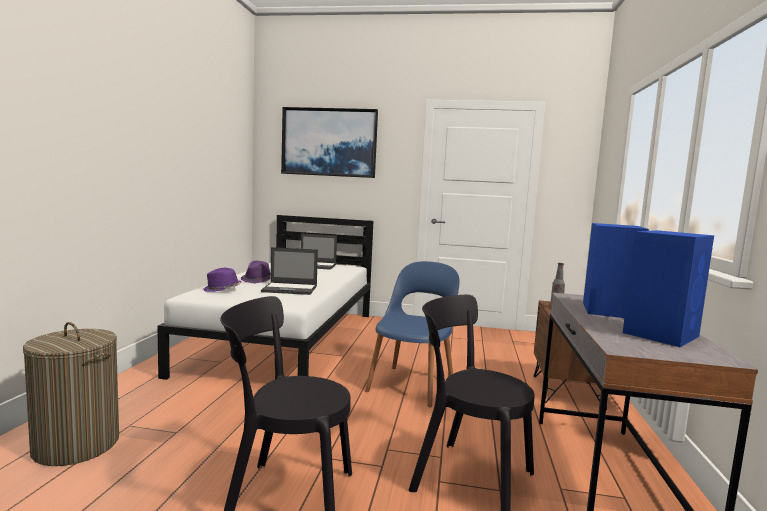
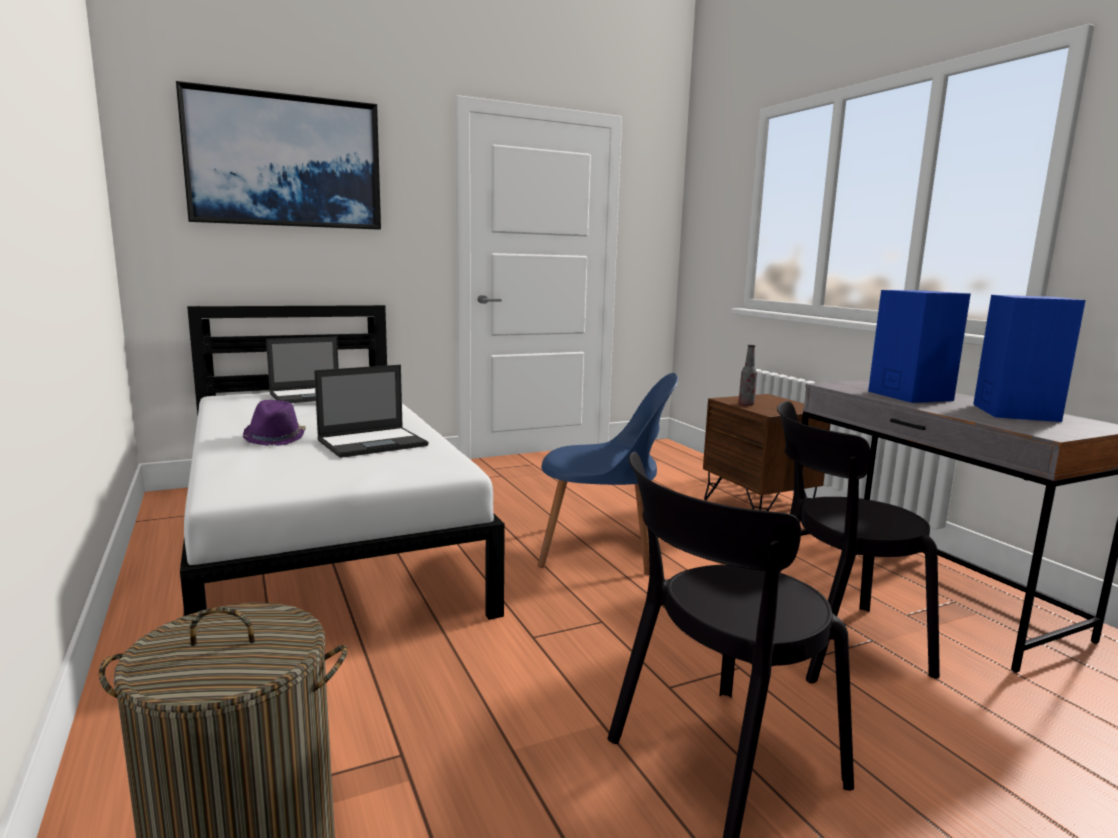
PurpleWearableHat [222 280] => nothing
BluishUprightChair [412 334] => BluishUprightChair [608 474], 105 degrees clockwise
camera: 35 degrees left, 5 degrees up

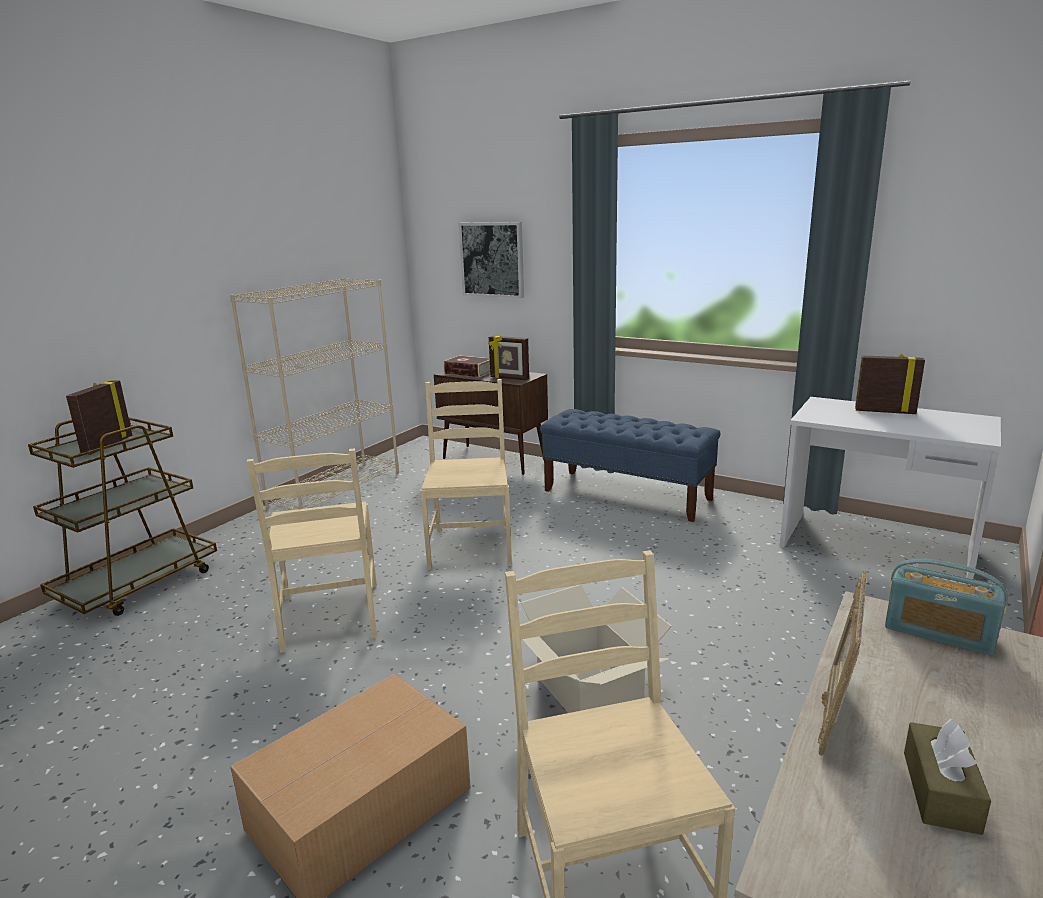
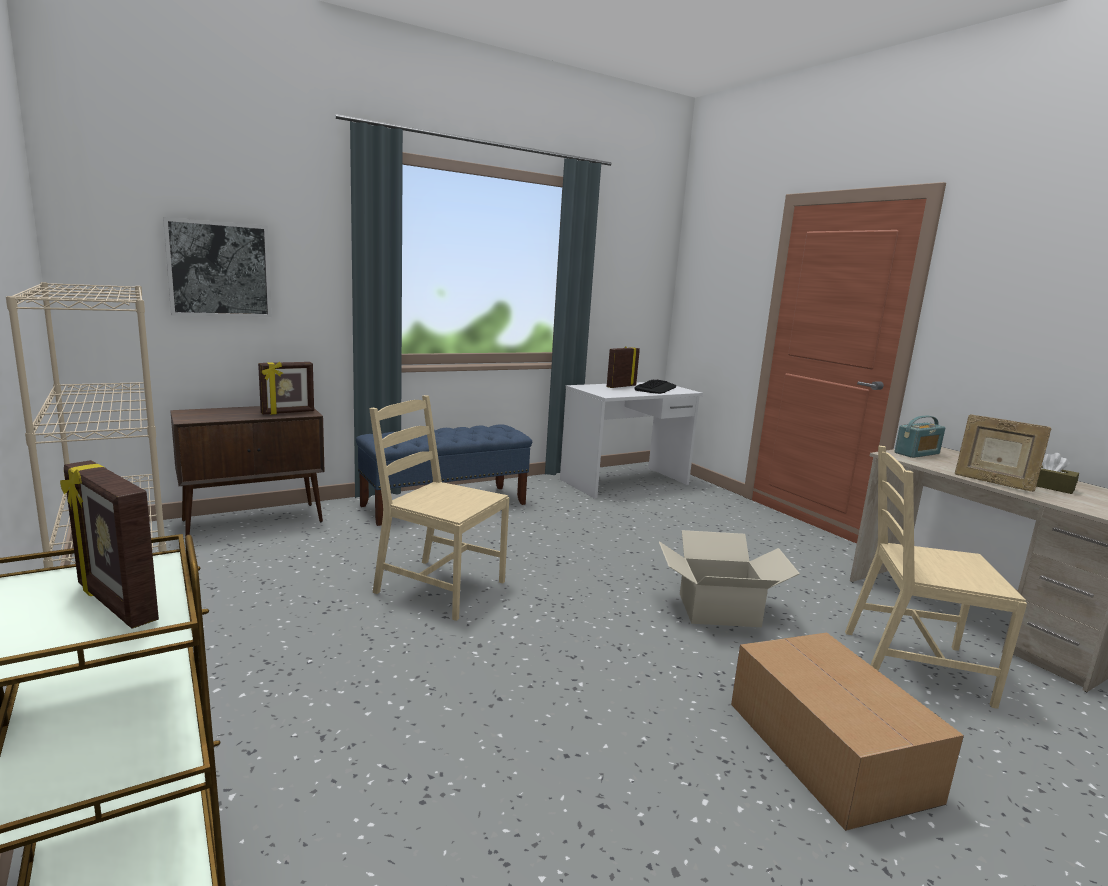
SandColouredUprightChair [312 550] => nothing
Book [467 366] => nothing
nothing => ComputerKeyboard [655 387]
camera: 65 degrees left, 5 degrees down

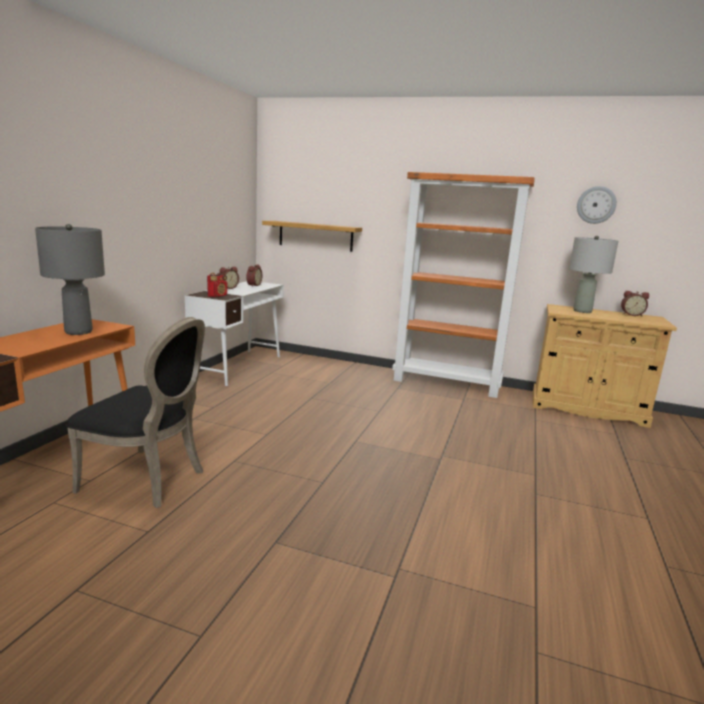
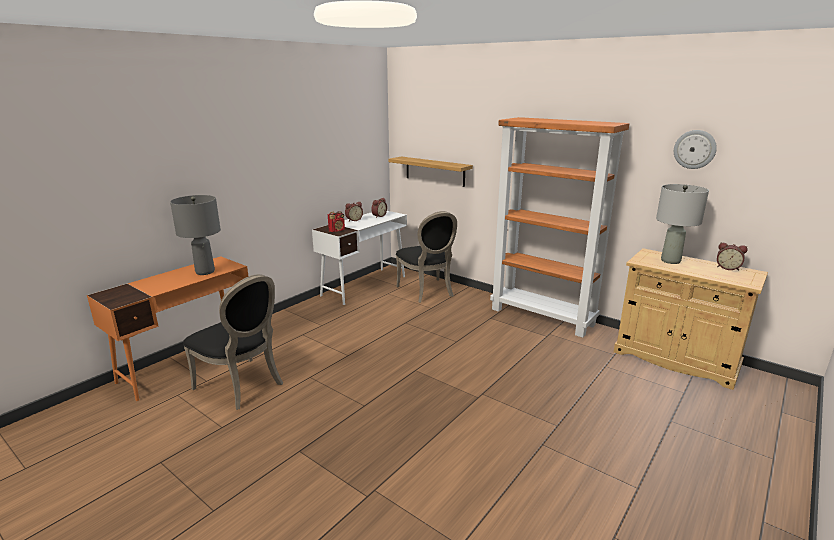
nothing => BlackColouredUprightChair [426 257]
camera: 20 degrees right, 5 degrees up

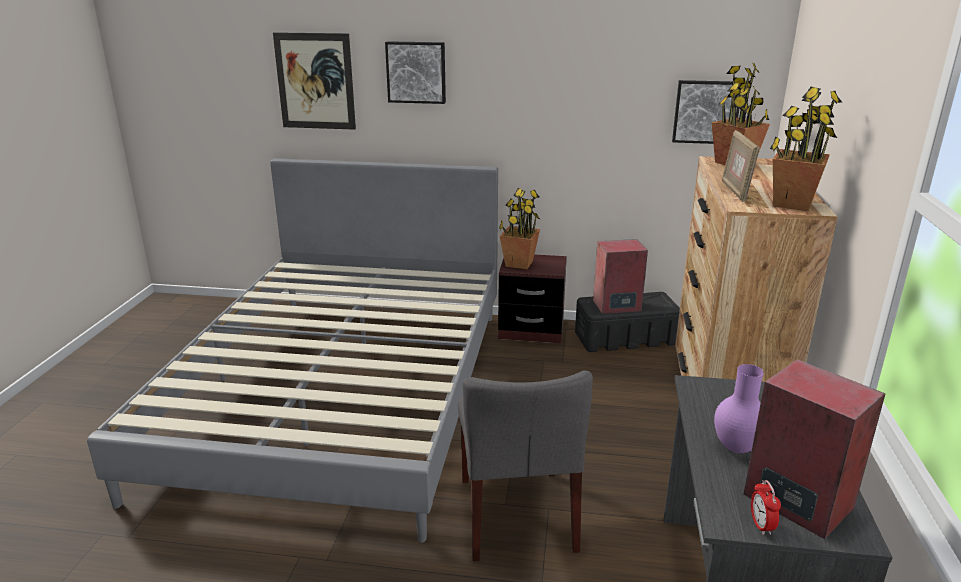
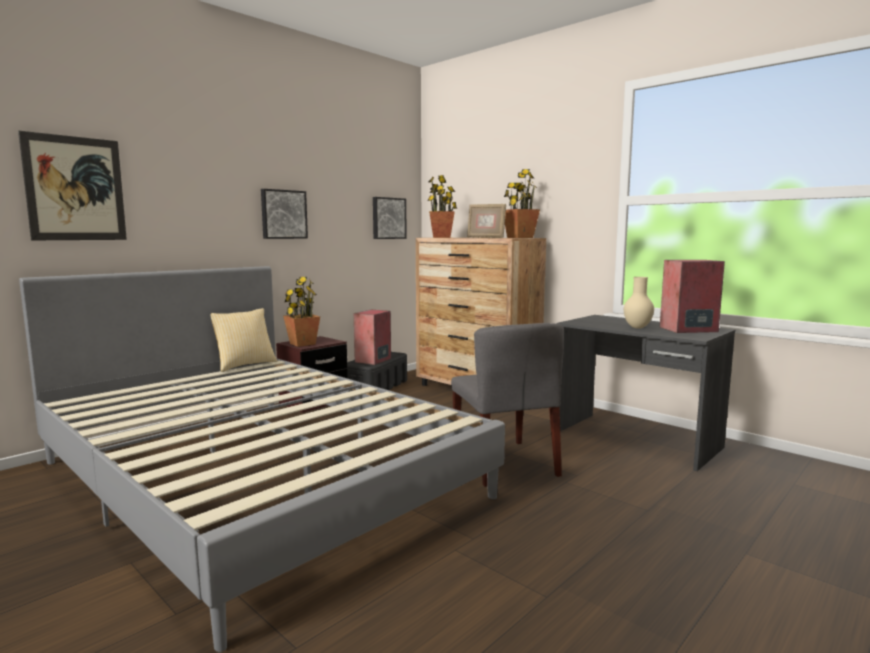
Picture [415 72] => Picture [284 214], shifted
GreyUprightChair [525 465] => GreyUprightChair [507 405], 45 degrees clockwise
PurpleVase [739 408] => SandColouredVase [639 302]
AlarmClock [766 507] => nothing
nothing => Pillow [244 340]
camera: 55 degrees left, 15 degrees down

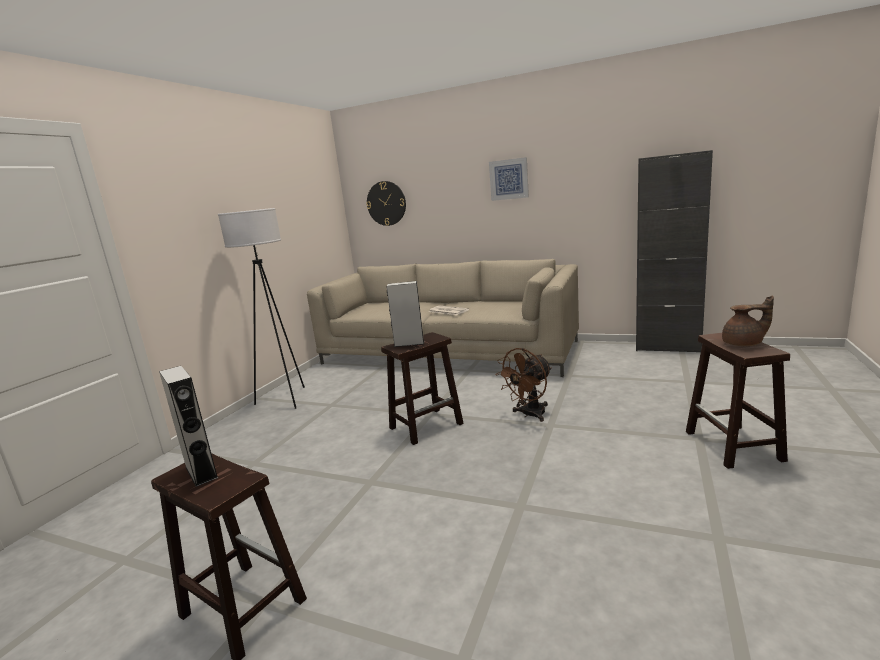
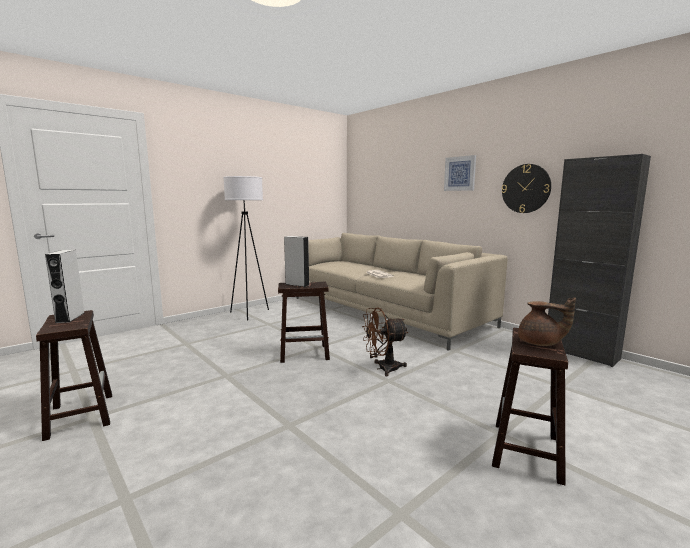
WallClock [386 203] => WallClock [526 188], shifted
camera: 25 degrees right, 5 degrees down

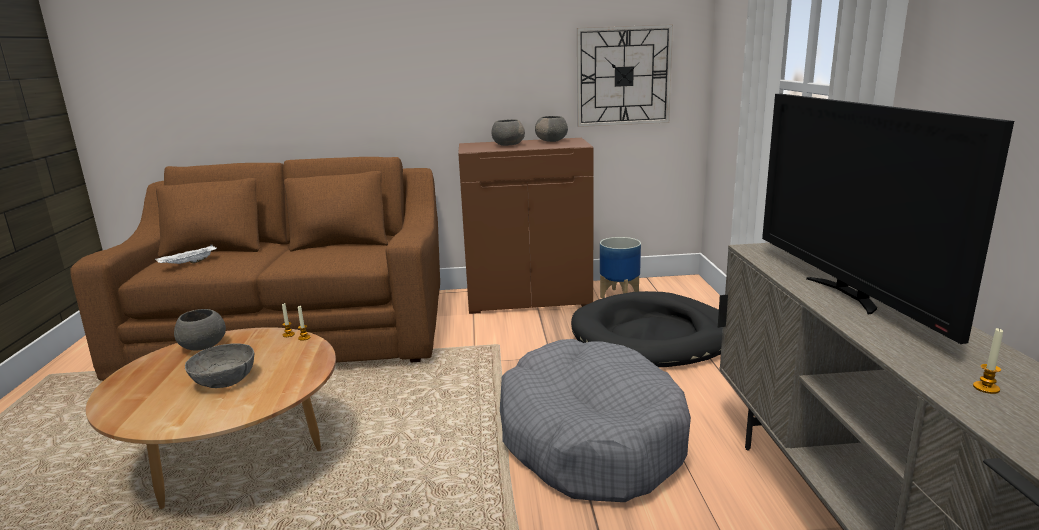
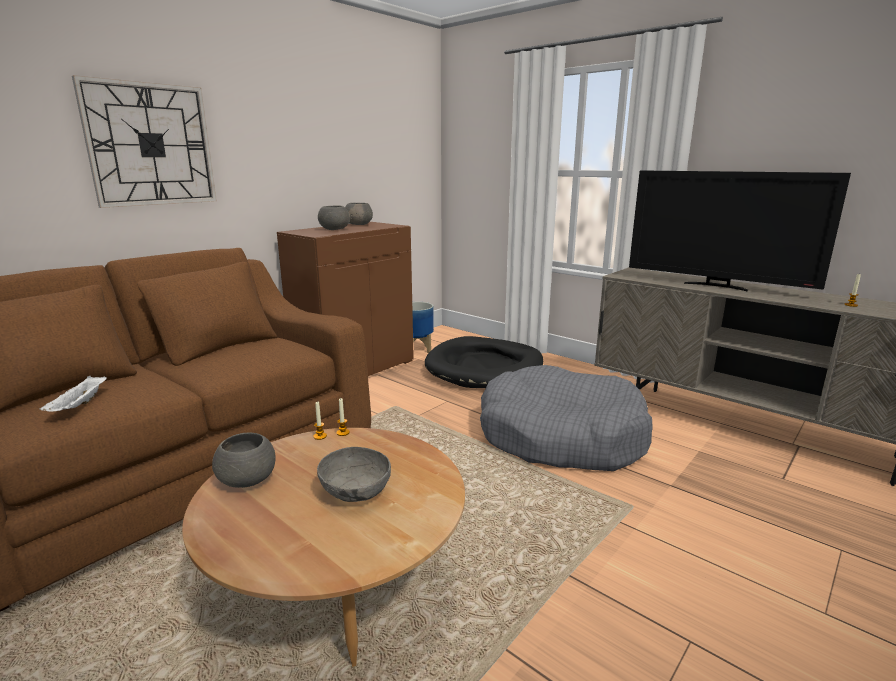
WallClock [625 75] => WallClock [144 141], shifted
camera: 45 degrees left, 0 degrees up

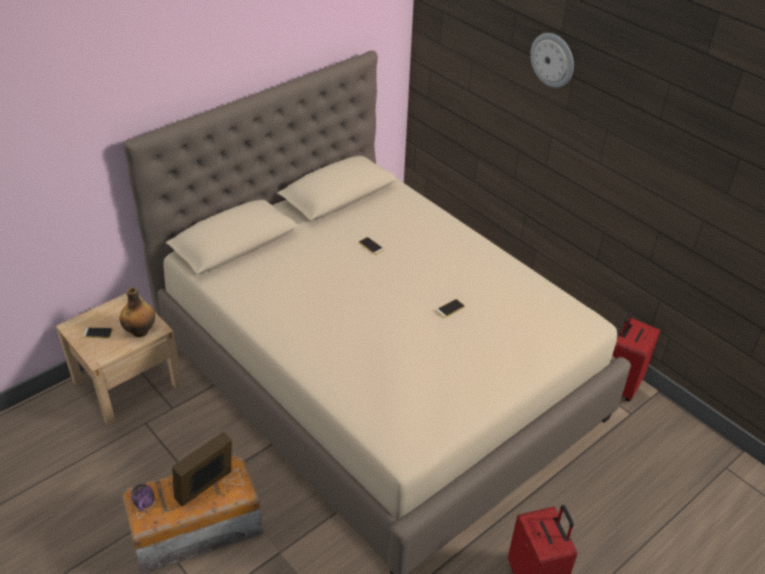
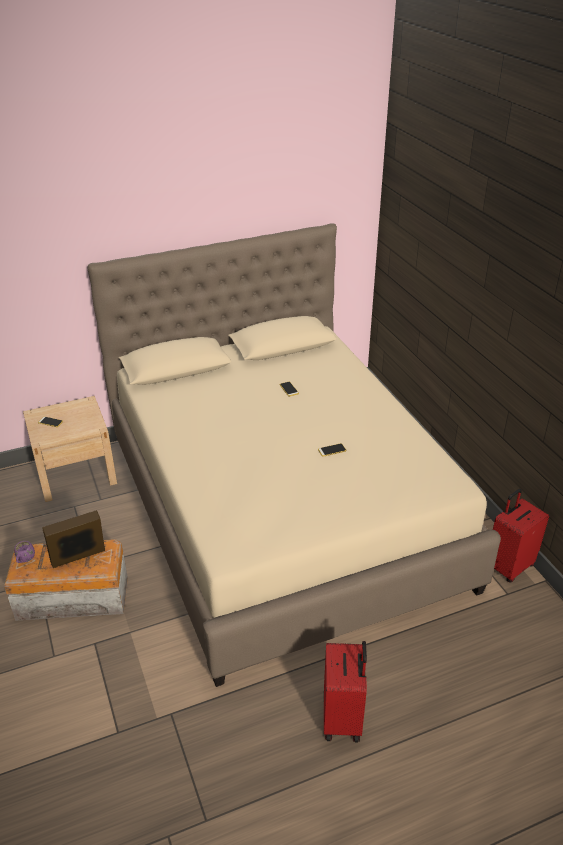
Bottle [137 312] => nothing
WallClock [552 60] => nothing
camera: 20 degrees right, 5 degrees down

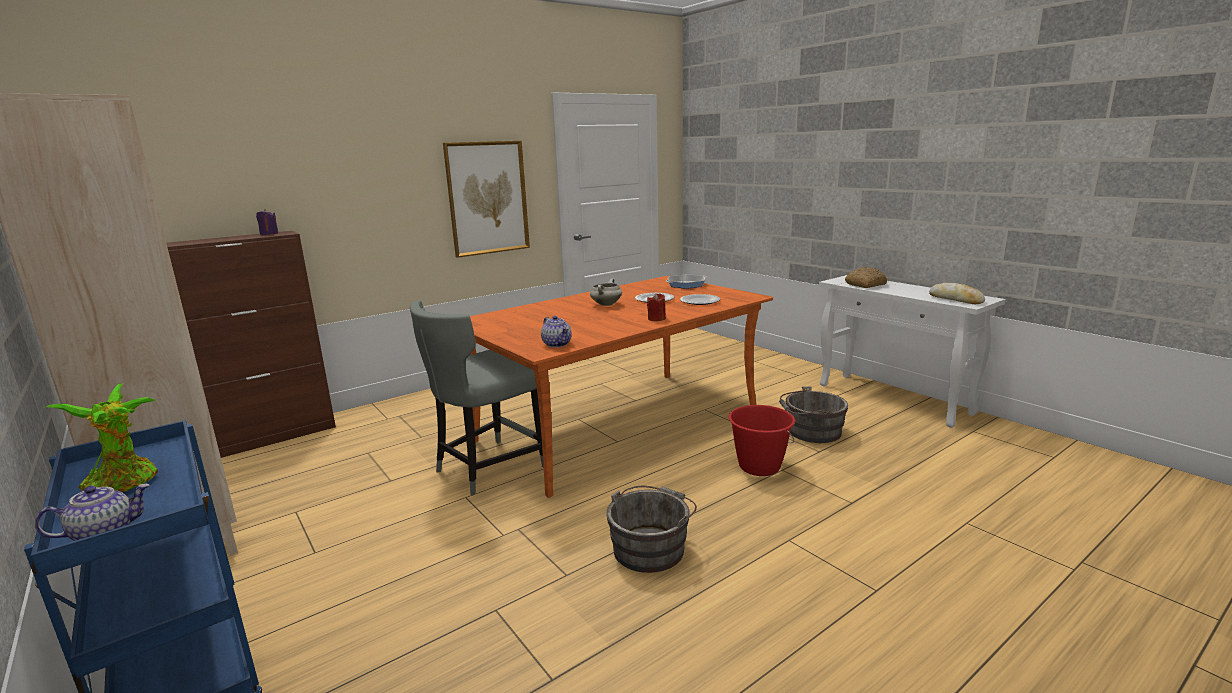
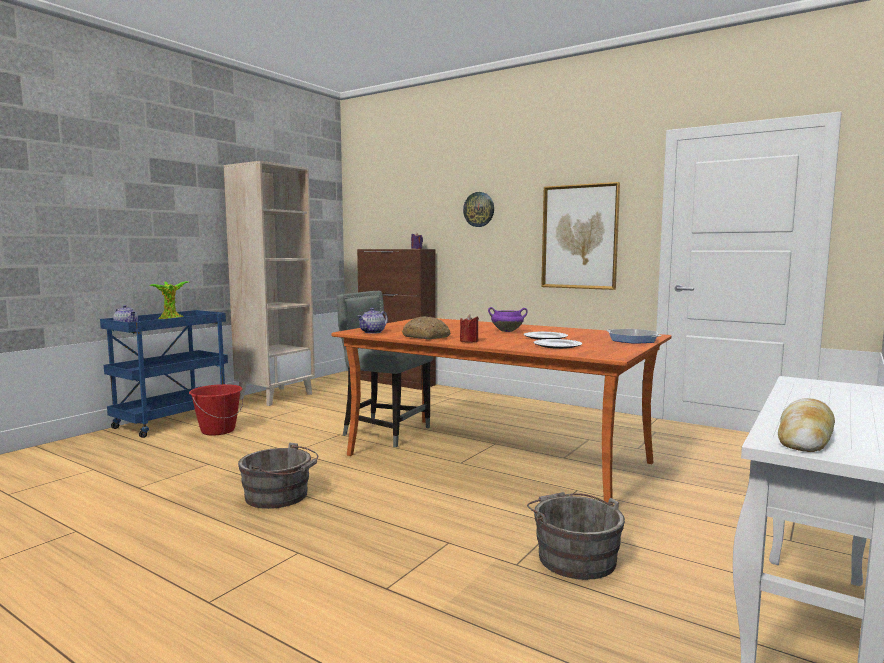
WhiteSaucepot [606 292] => PurpleSaucepot [508 319]
ReddishPail [761 440] => ReddishPail [216 410], shifted
BakedBread [866 277] => BakedBread [426 328], shifted
nothing => WallClock [478 209]
camera: 70 degrees right, 10 degrees down

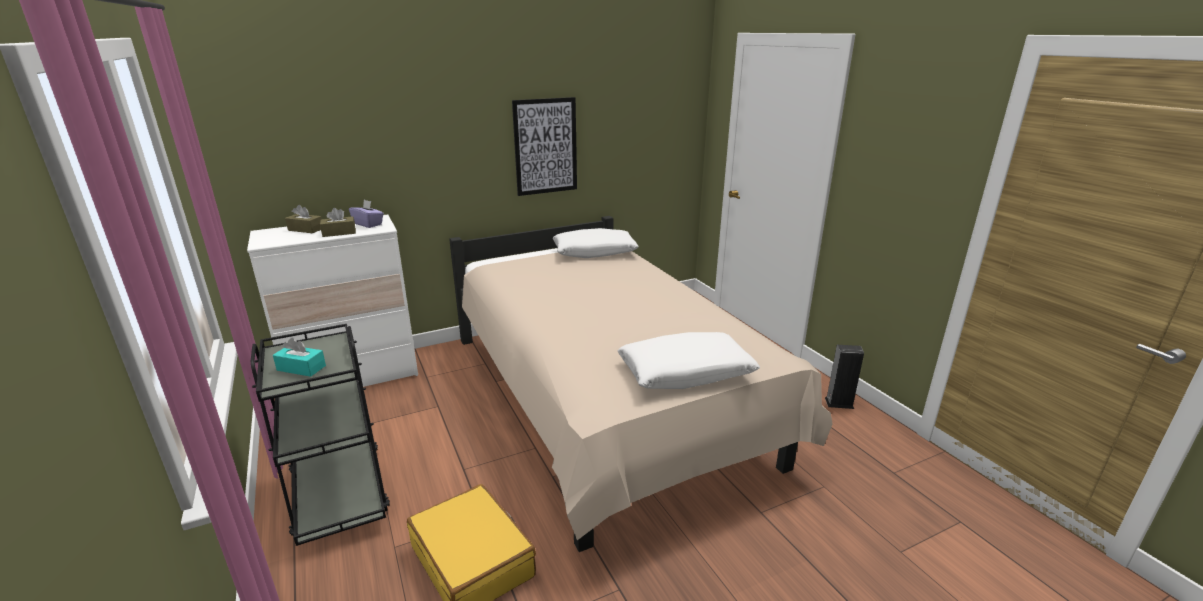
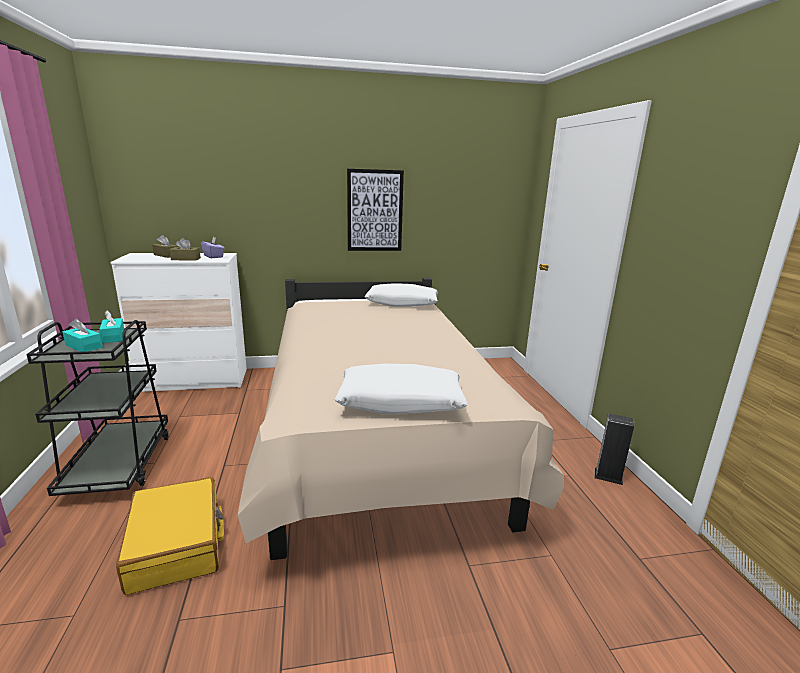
nothing => TurquoiseTissueBox [111 326]
camera: 15 degrees right, 5 degrees down

